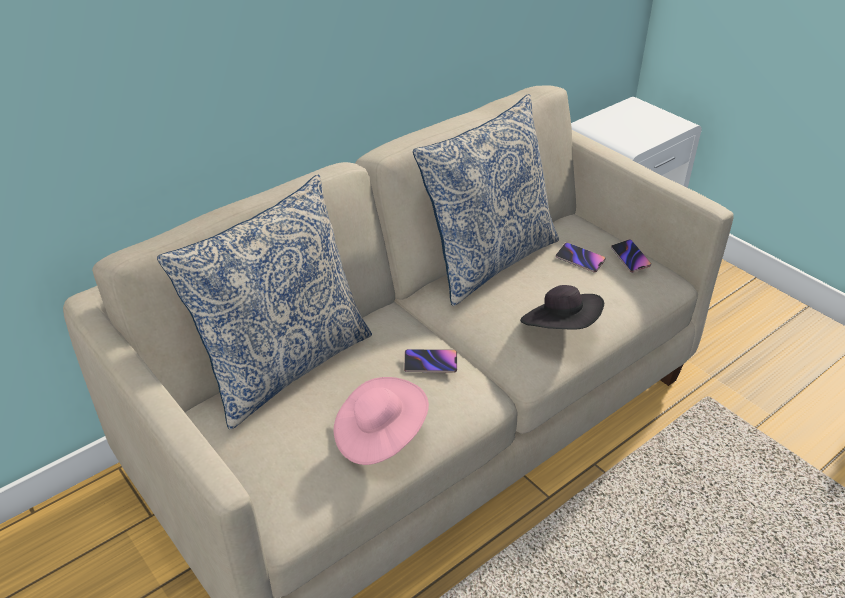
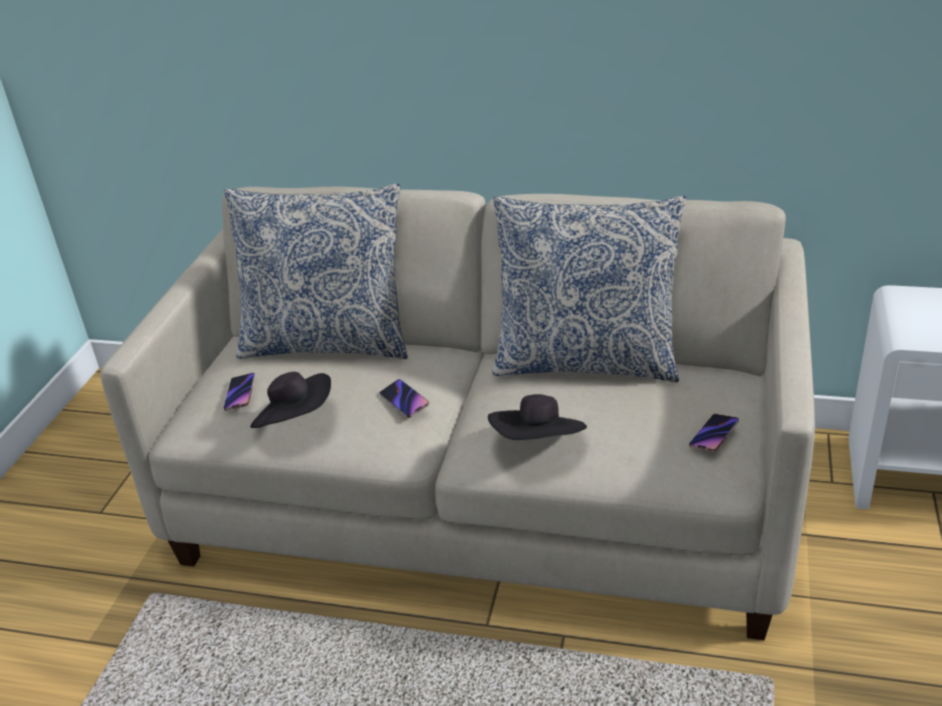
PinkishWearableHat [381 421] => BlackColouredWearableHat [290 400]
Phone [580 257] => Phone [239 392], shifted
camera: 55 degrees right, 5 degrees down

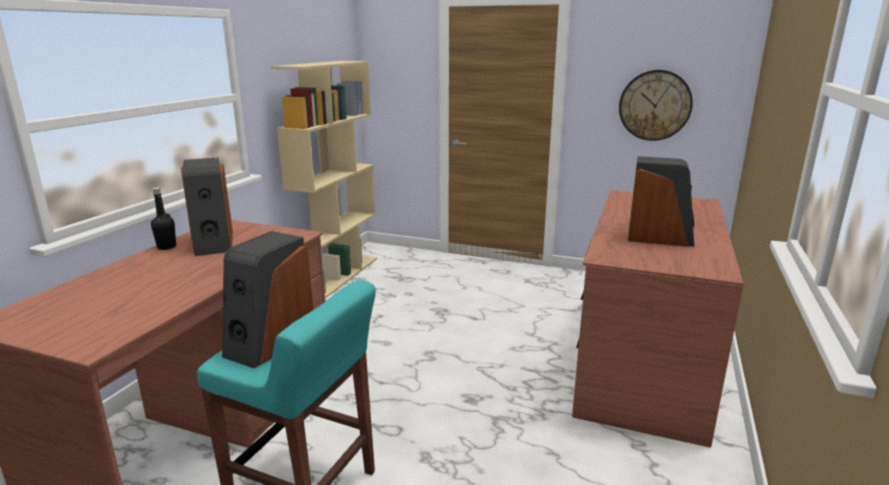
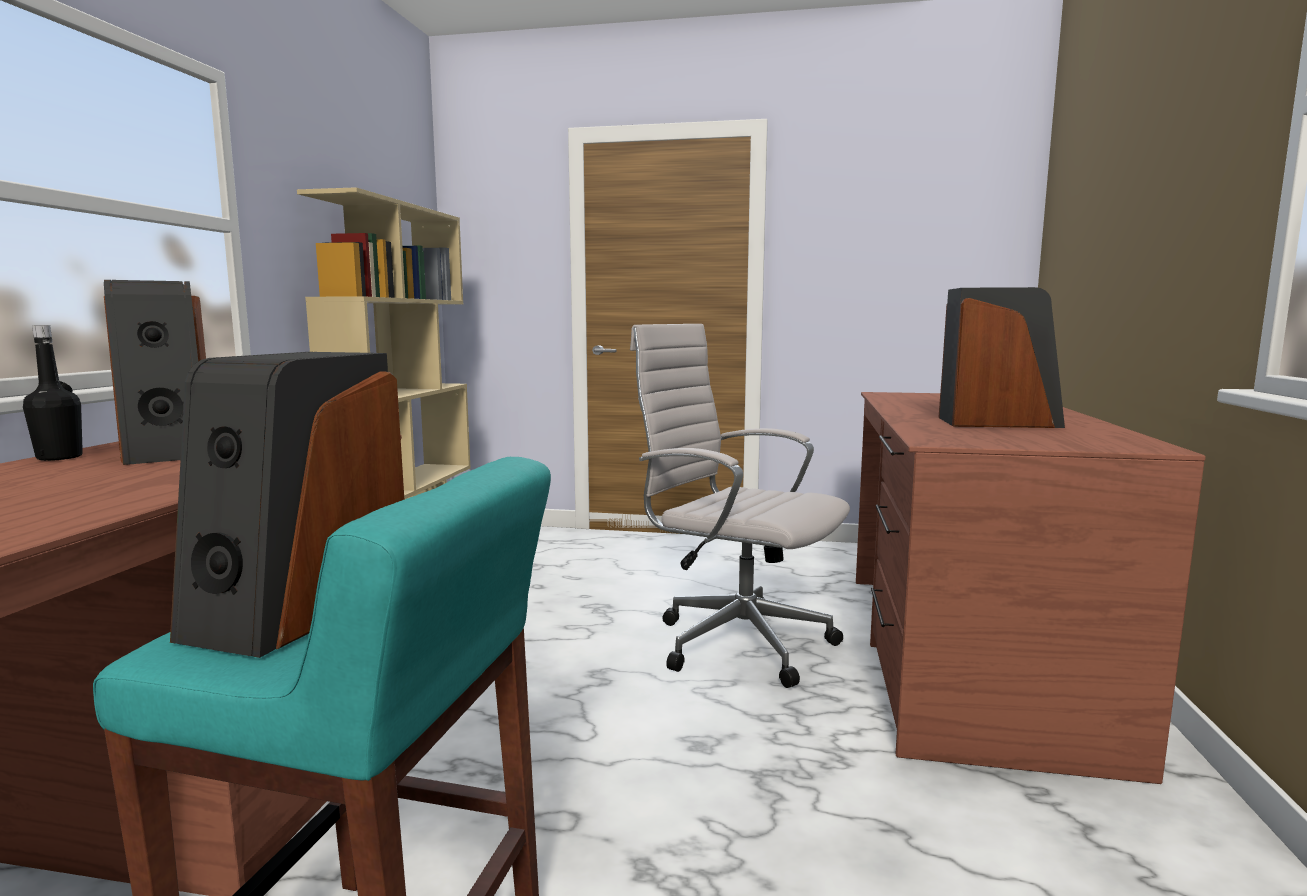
WallClock [656 105] => nothing
nothing => WhiteOfficeChair [740 506]
camera: 10 degrees left, 10 degrees down

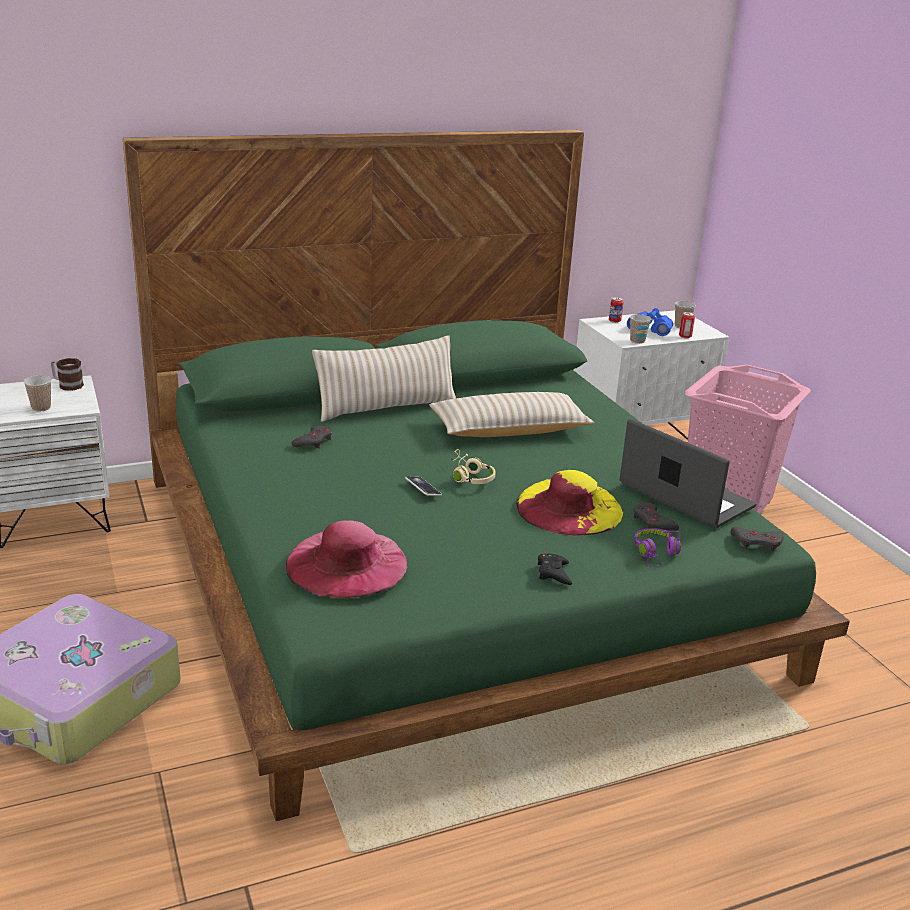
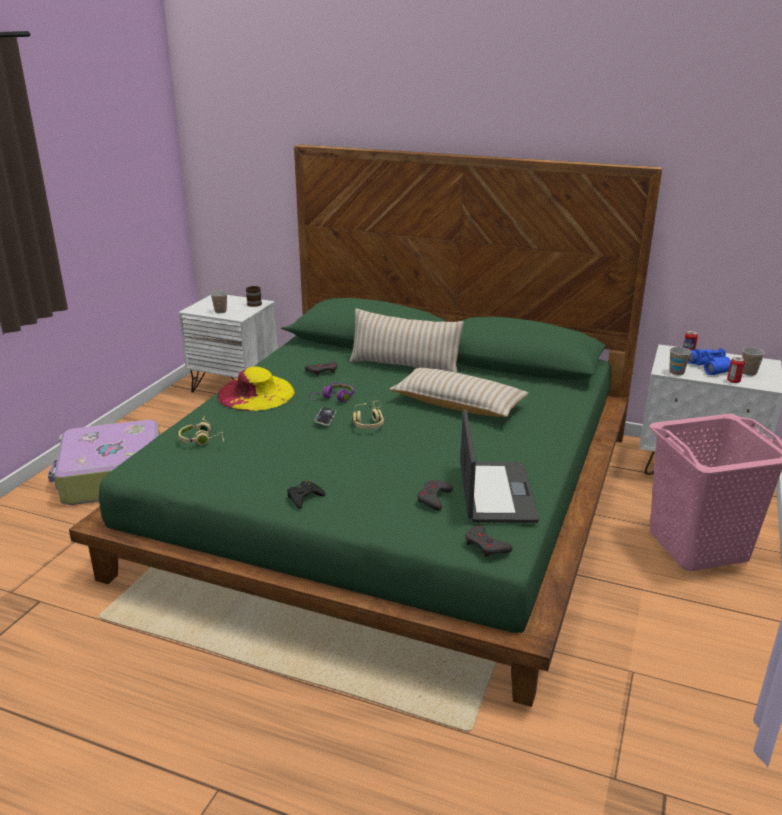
PinkishWearableHat [347 559] => SandColouredPairOfHeadphones [201 430]
YellowColouredWearableHat [570 502] => YellowColouredWearableHat [256 389], shifted
PurplePairOfHeadphones [657 547] => PurplePairOfHeadphones [331 392], shifted
camera: 45 degrees right, 0 degrees up

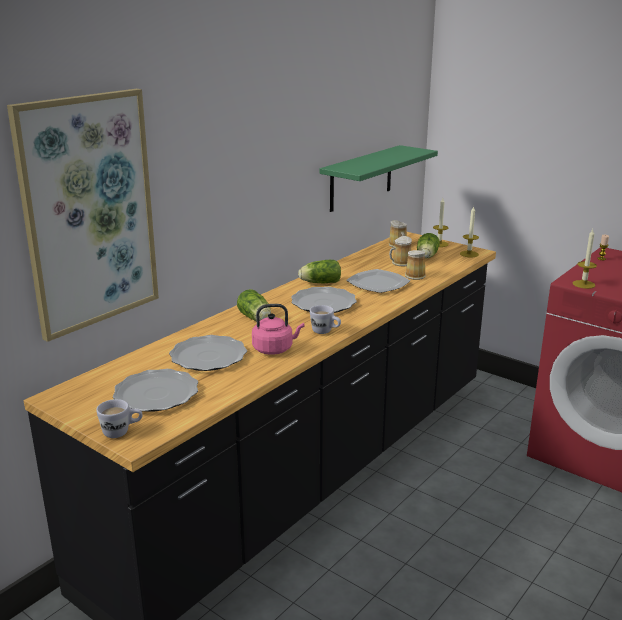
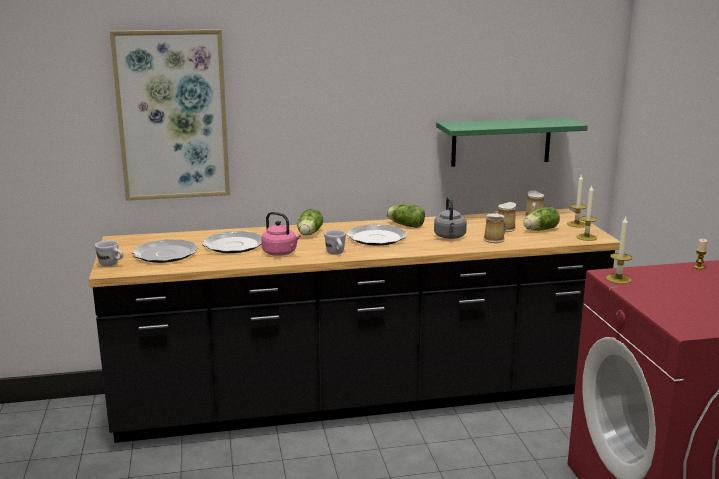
FlatDish [378 281] => GreyTeaKettle [450 217]
camera: 40 degrees right, 5 degrees down

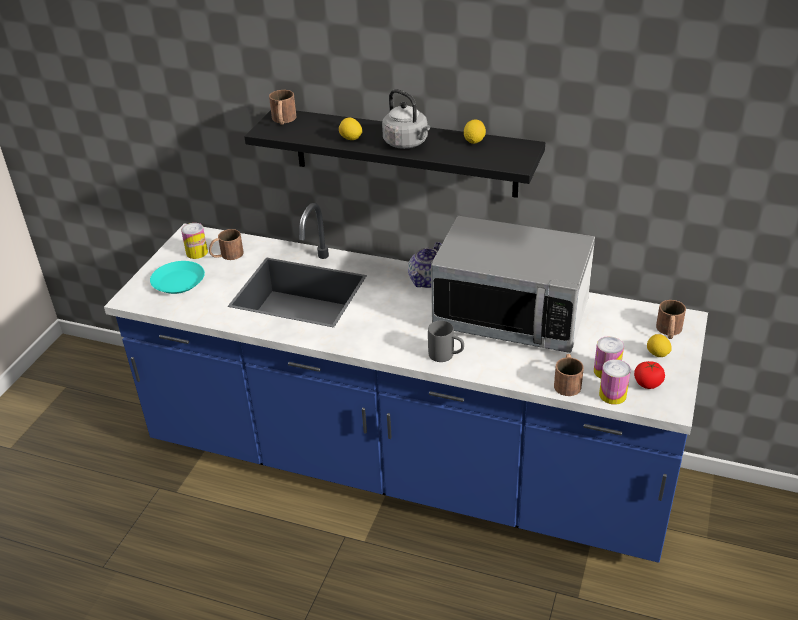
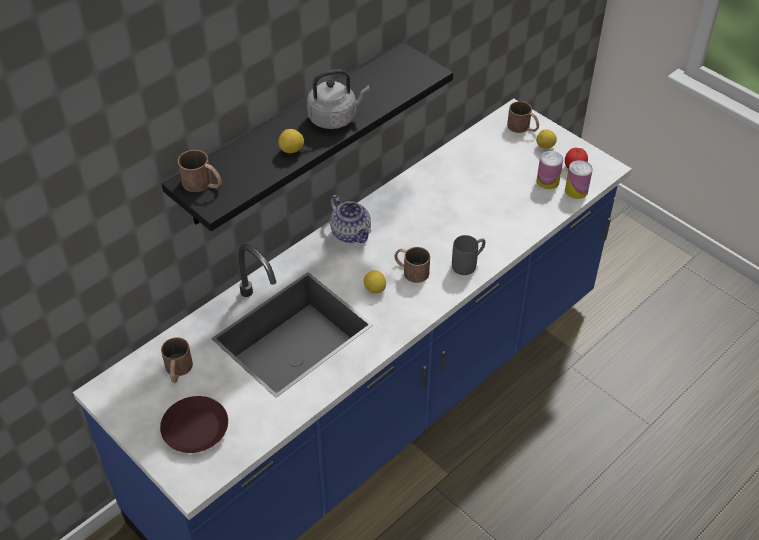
TurquoiseFlatDish [177 277] => BrownFlatDish [194 424]
Can [194 241] => nothing
Microwave [513 284] => nothing
WholeLemon [475 132] => WholeLemon [375 281], shifted
BrownMug [569 375] => BrownMug [412 265], shifted
camera: 65 degrees left, 10 degrees up

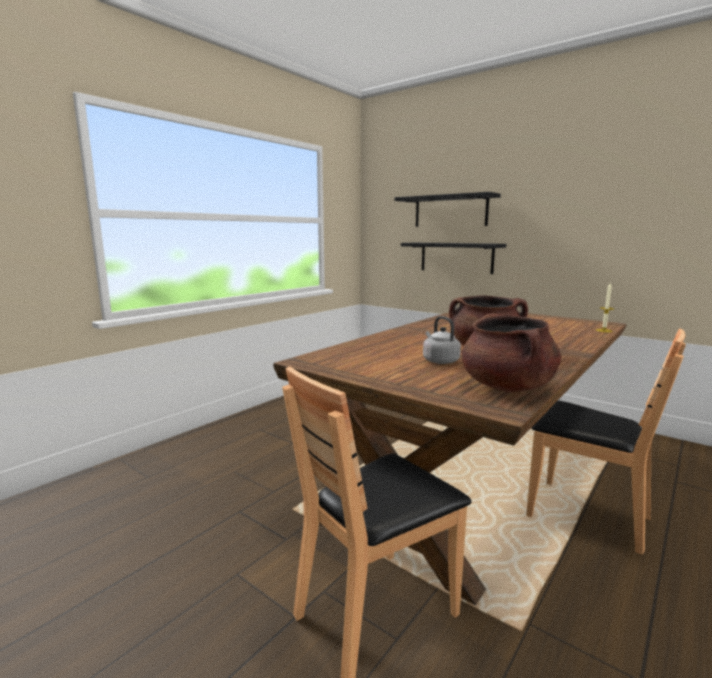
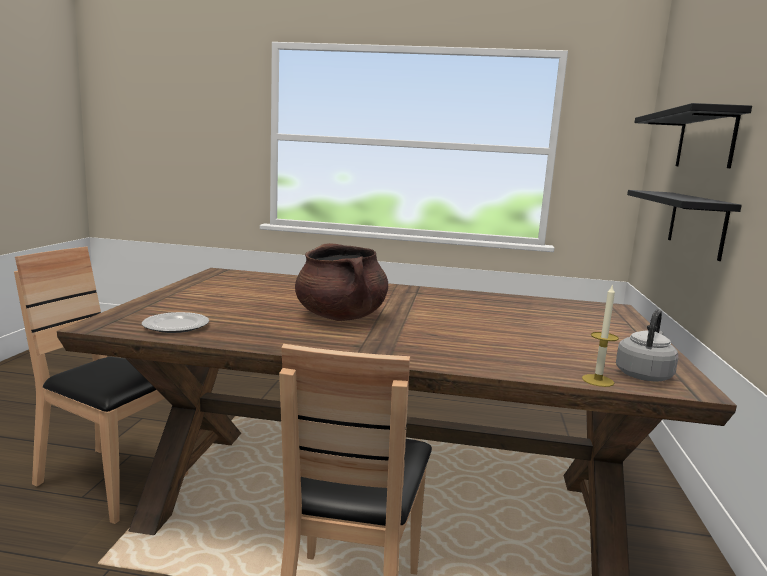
GreyTeaKettle [442 340] => GreyTeaKettle [647 345], shifted
BrownSaucepot [511 353] => FlatDish [175 322]
camera: 60 degrees right, 0 degrees up

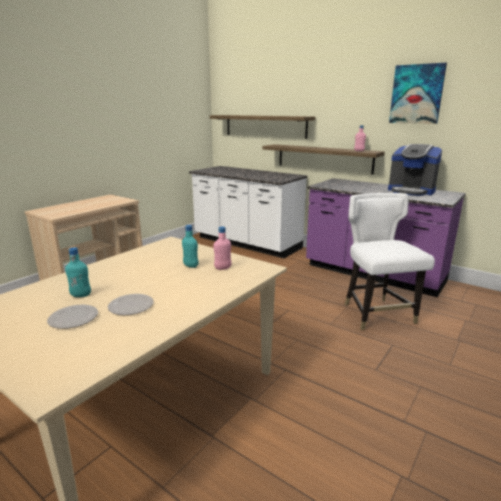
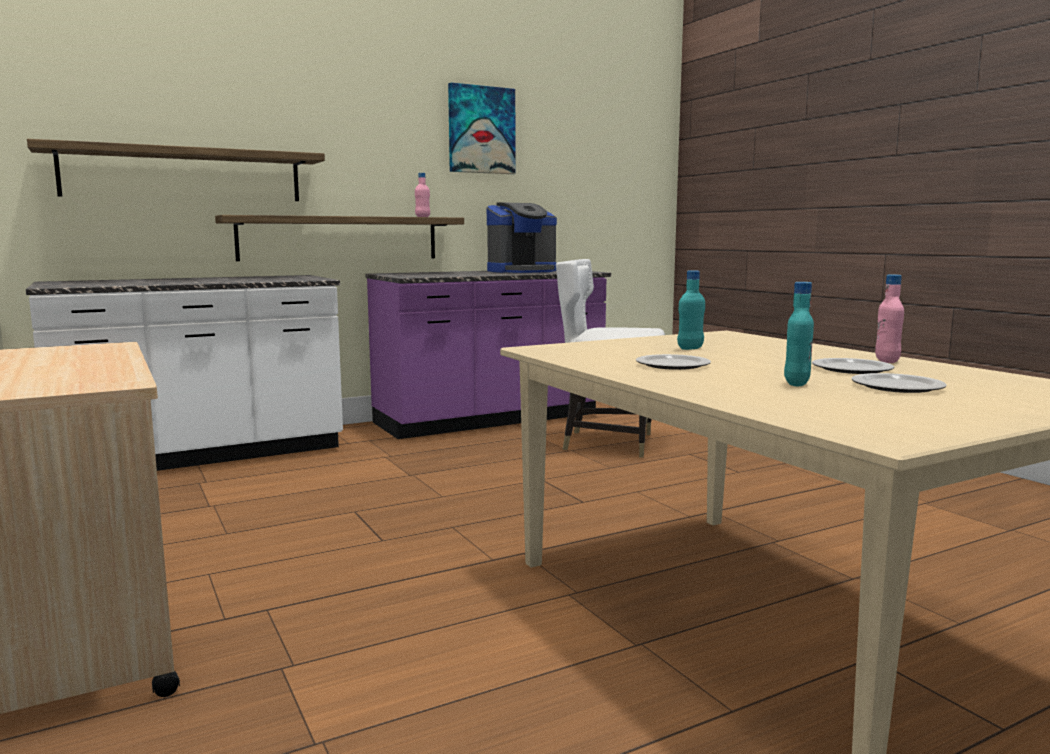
PinkishBottle [222 248] => PinkishBottle [889 318], shifted
nothing => FlatDish [673 362]
camera: 65 degrees left, 10 degrees down

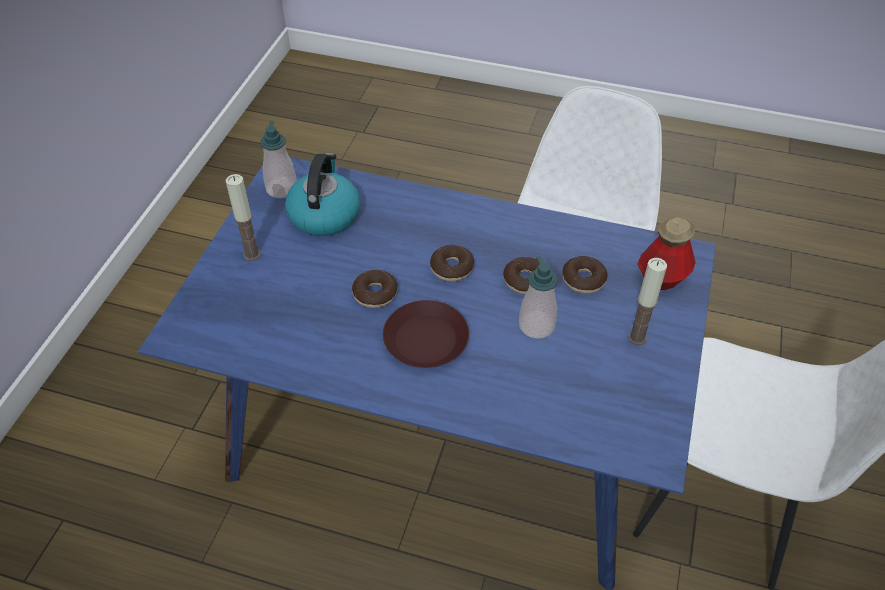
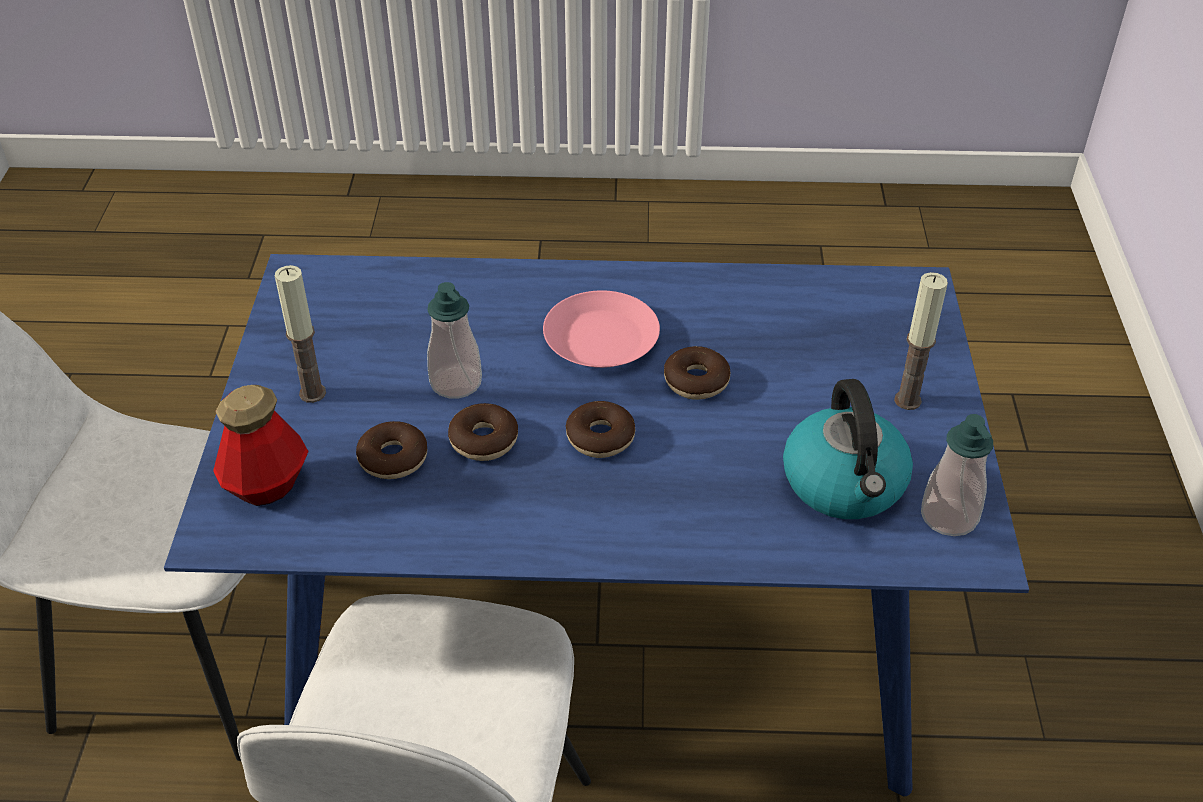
BrownFlatDish [426 334] => PinkishFlatDish [601 329]
camera: 165 degrees right, 5 degrees down

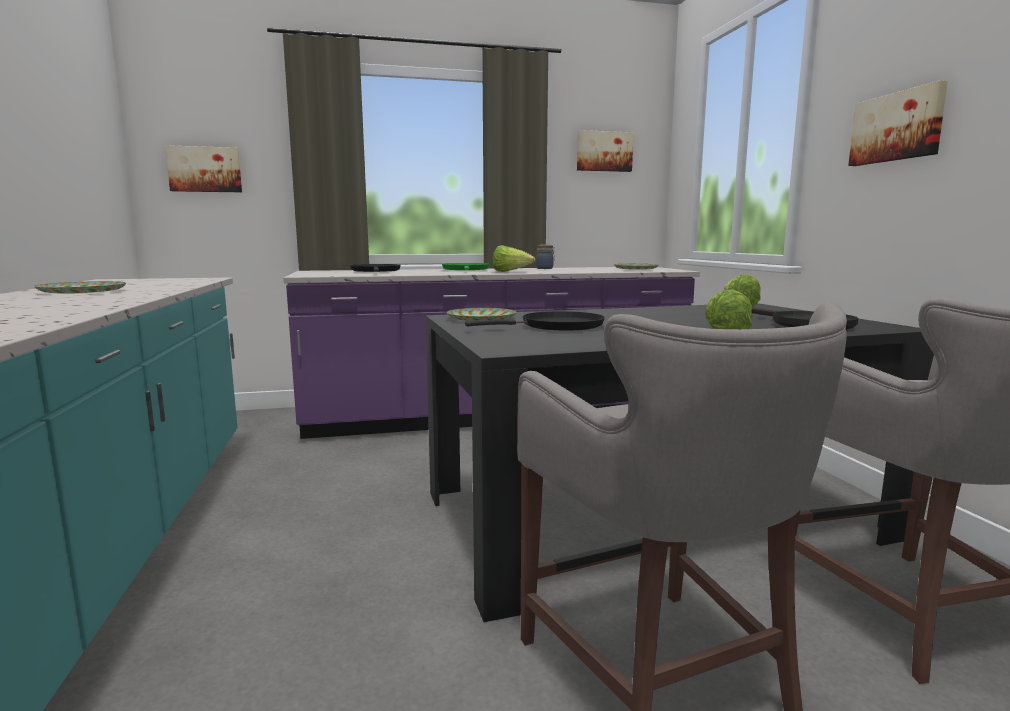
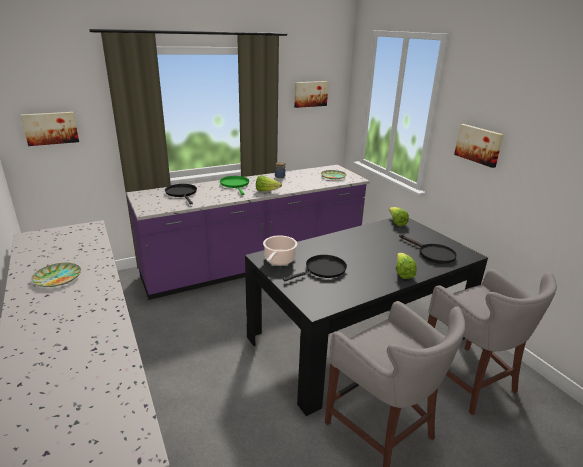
FlatDish [481 314] => Saucepot [280 250]
camera: 15 degrees left, 15 degrees up

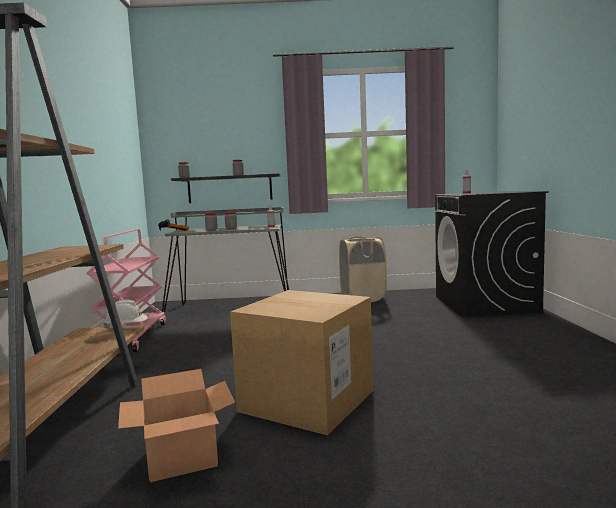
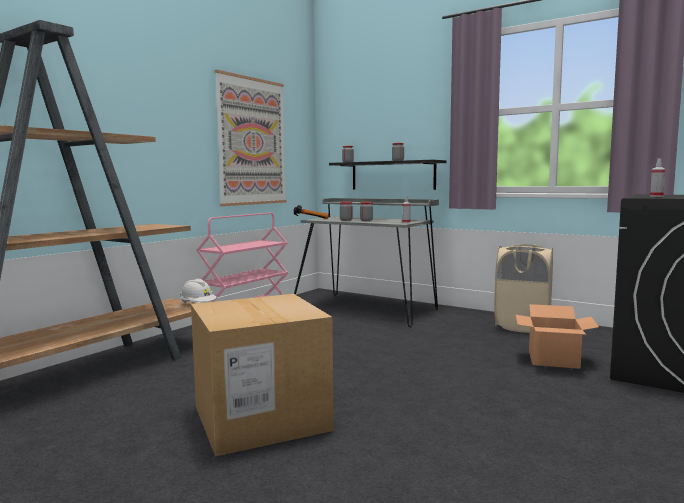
Carton [176 425] => Carton [557 336], shifted
nothing => Picture [250 138]
camera: 35 degrees right, 0 degrees up

